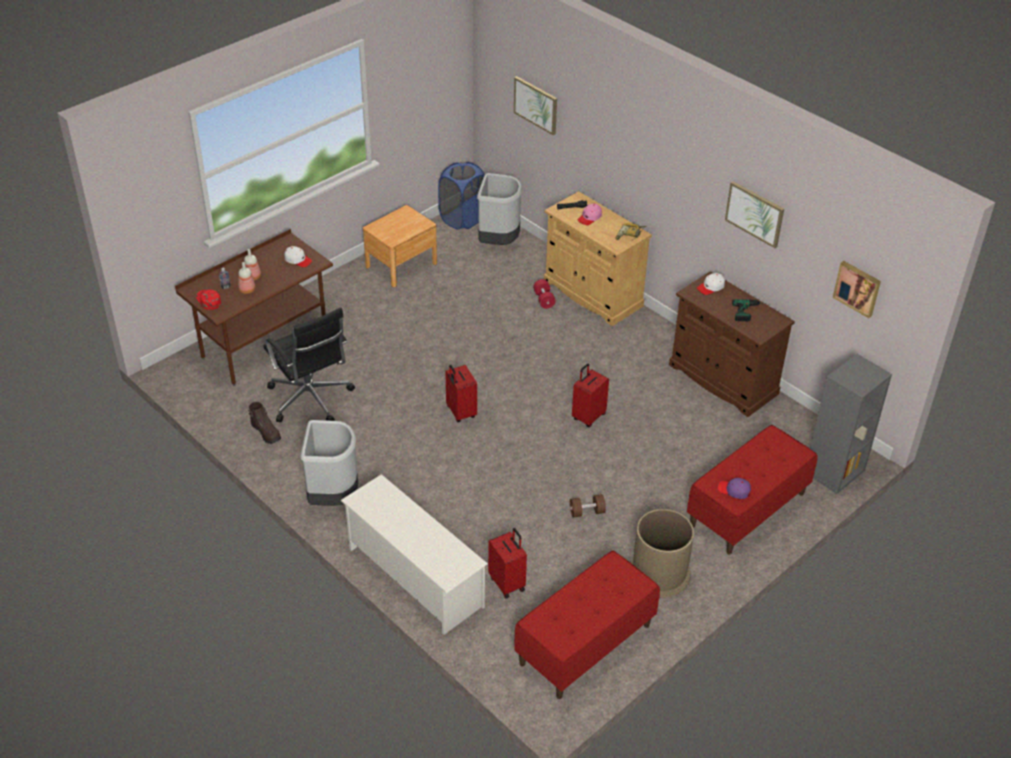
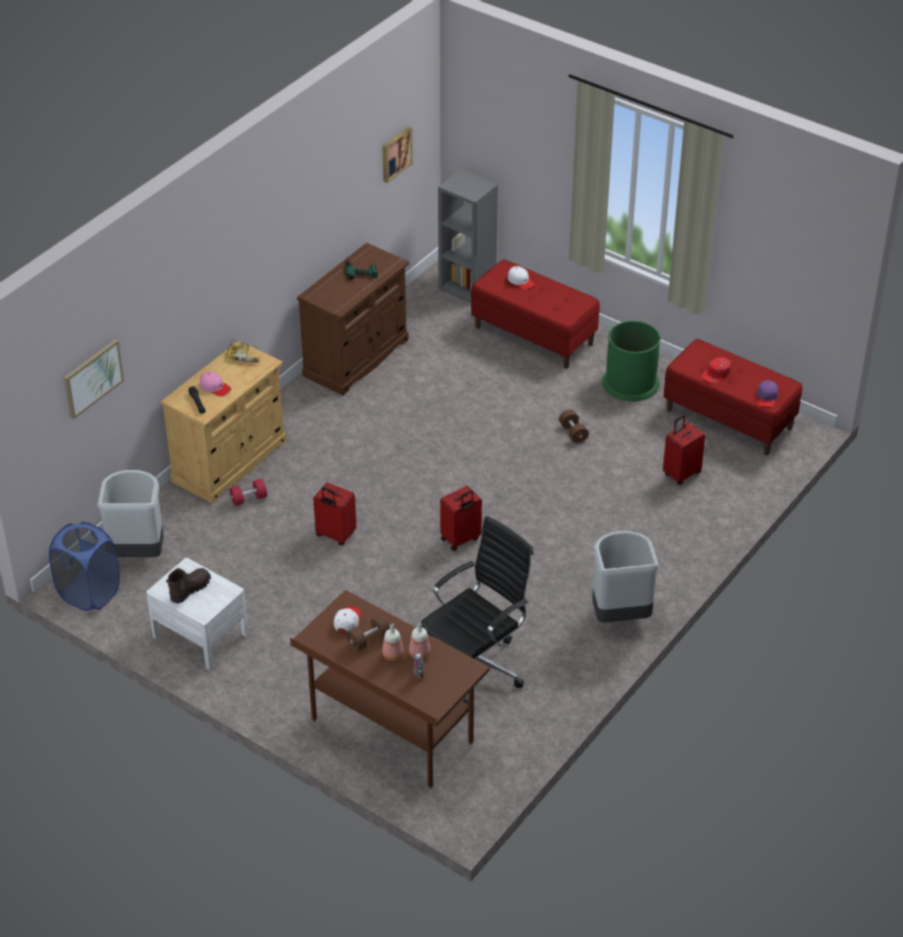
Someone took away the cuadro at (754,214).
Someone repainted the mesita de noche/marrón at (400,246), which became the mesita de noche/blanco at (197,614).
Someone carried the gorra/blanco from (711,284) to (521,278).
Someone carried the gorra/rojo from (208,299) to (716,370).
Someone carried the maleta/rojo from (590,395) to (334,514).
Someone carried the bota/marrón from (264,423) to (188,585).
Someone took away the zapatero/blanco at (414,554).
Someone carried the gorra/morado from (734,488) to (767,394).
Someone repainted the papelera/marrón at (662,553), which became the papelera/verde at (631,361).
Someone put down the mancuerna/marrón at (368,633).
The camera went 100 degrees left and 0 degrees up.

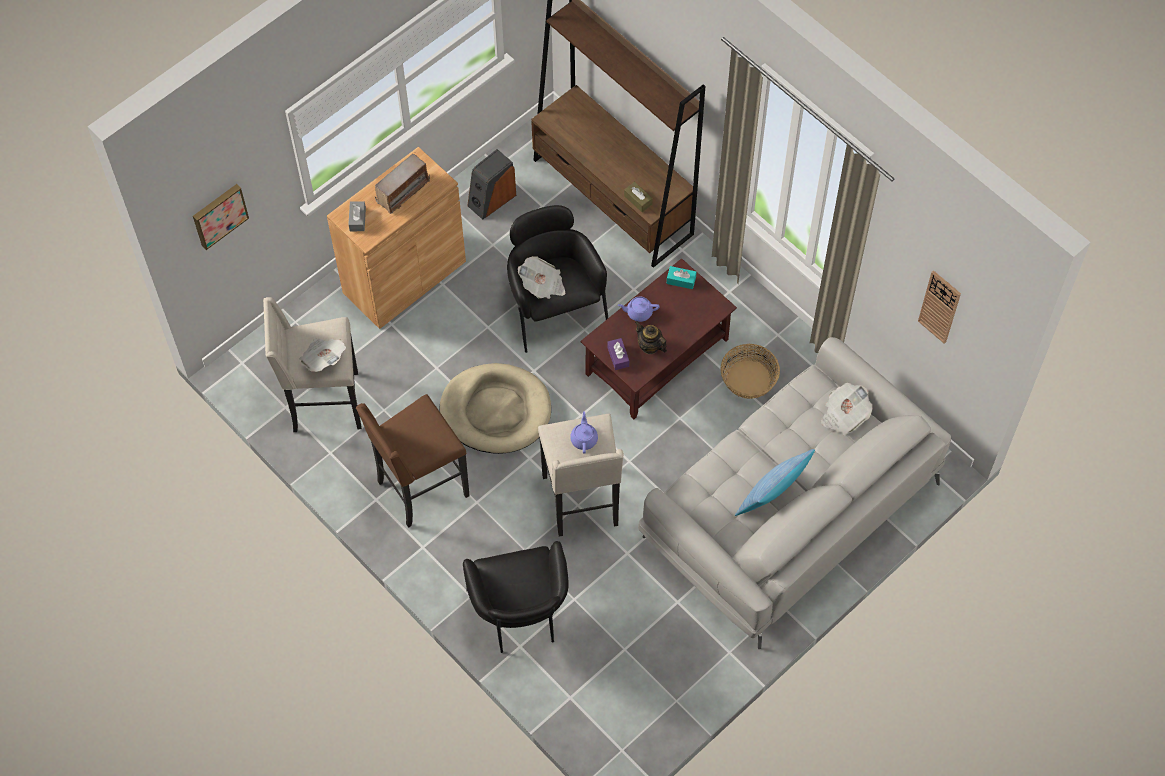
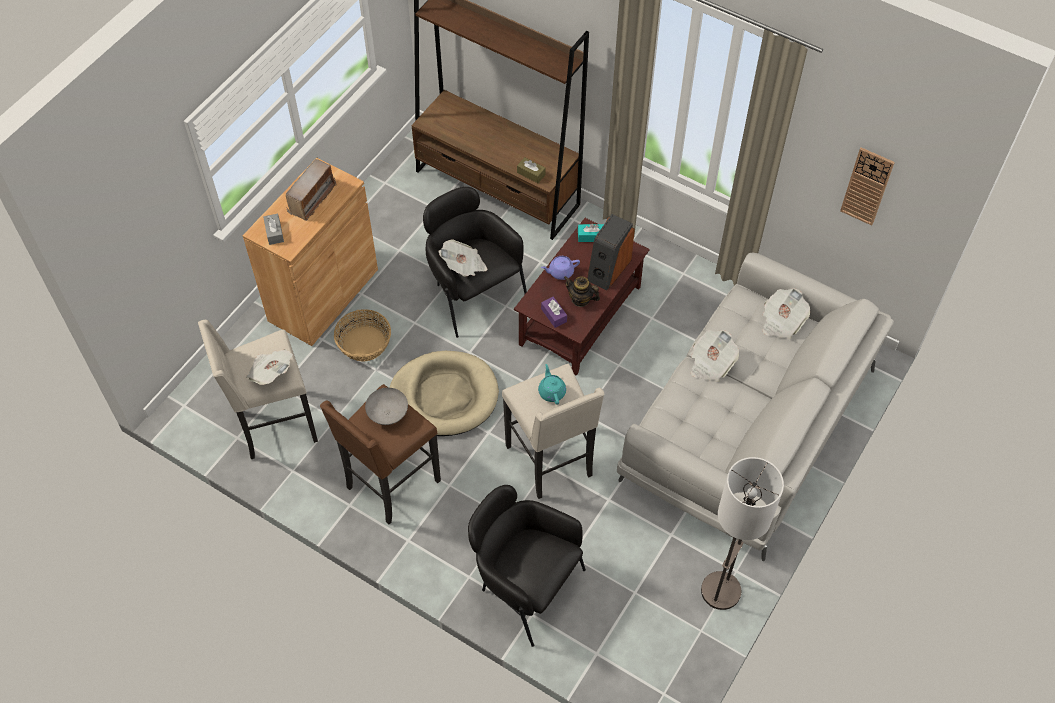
Someone carried the altavoz from (491,184) to (611,252).
Someone took away the cuadro at (221,217).
Someone carried the cesta from (750,371) to (362,335).
Someone repainted the tetera/morado at (584,432), which became the tetera/turquesa at (552,384).
Someone took away the cojín at (775,482).
Someone rotated the sillón/negro at (515,597) by 150 degrees clockwise.
Someone put down the periódico at (715,356).
Someone put down the cuenco/gris at (386,406).
Someone put down the lámpara de pie at (742,533).
The camera went 15 degrees left and 5 degrees down.

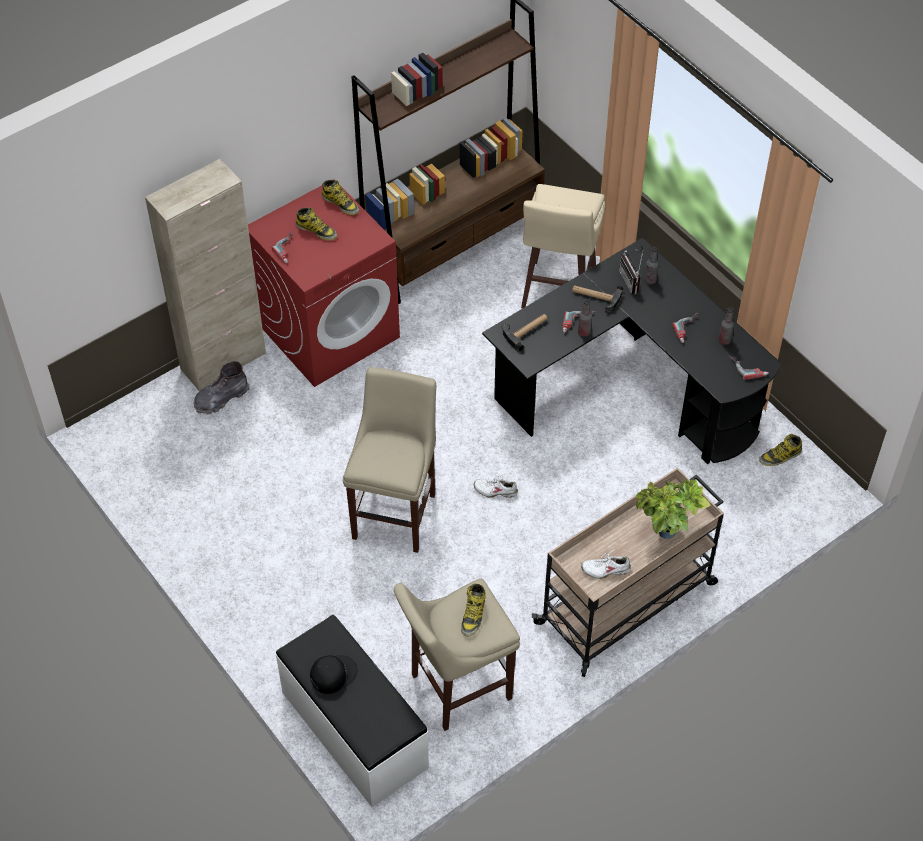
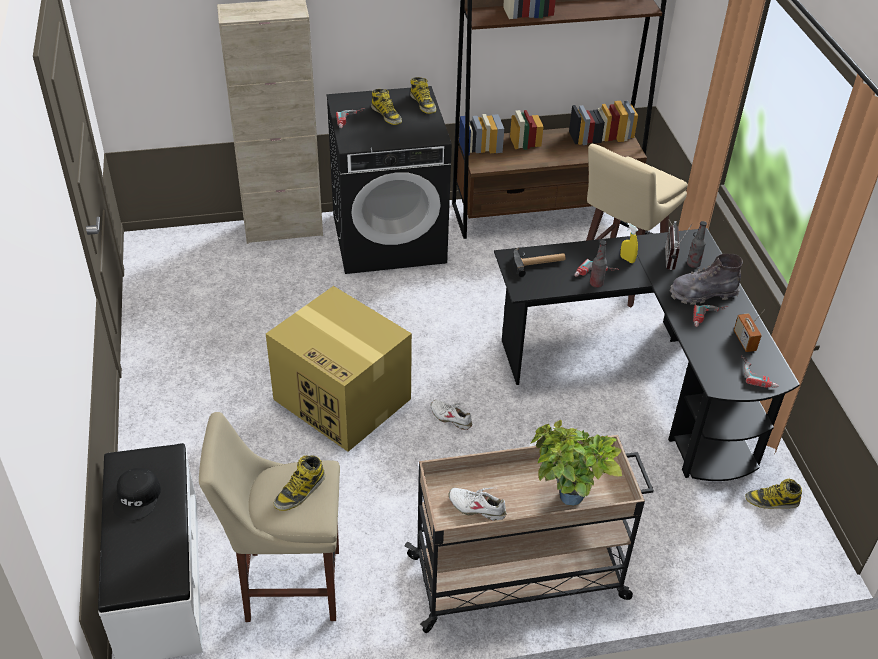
Someone repainted the lavadora/rojo at (324,283), which became the lavadora/negro at (389,180).
Someone swapped the martillo at (597,299) for the pulverizador/amarillo at (629,243).
Someone swapped the botella at (726,326) for the radio at (749,330).
Someone carried the bota/gris from (222,388) to (706,279).
Someone swapped the taburete/beis at (389,460) for the caja de cartón at (339,369).
Someone rotated the gorra/negro at (333,674) by 105 degrees clockwise.
The camera went 25 degrees right and 10 degrees down.

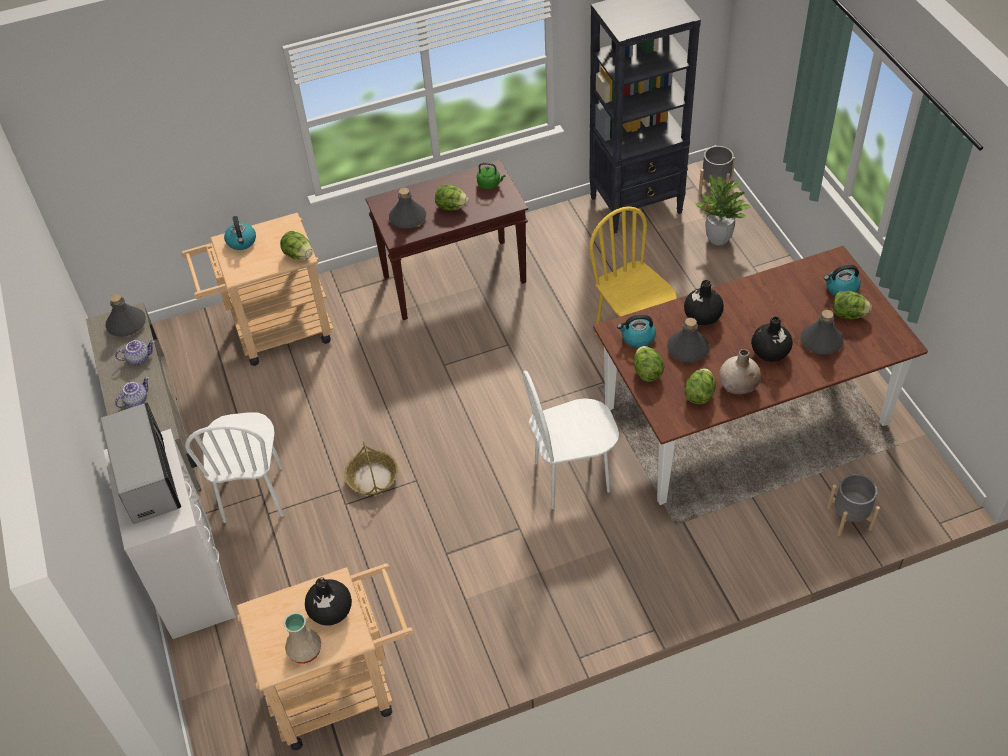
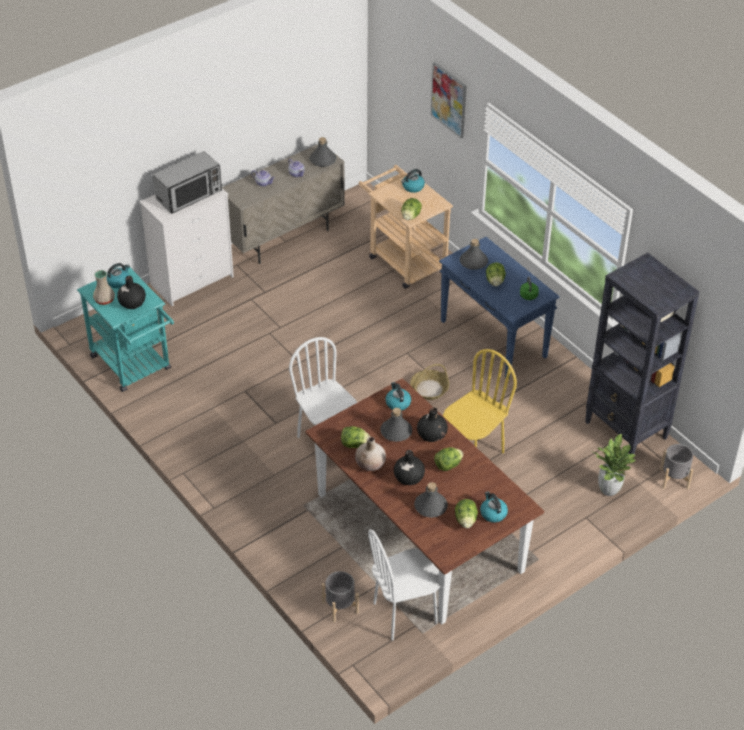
Someone repainted the mesa consola/marrón at (446,240), which became the mesa consola/azul at (499,308).
Someone carried the lechuga from (649,364) to (448,459).
Someone carried the silla/blanco from (234,467) to (405,585).
Someone carried the cesta from (371,468) to (429,382).
Someone repainted the carrito/beis at (324,657), which became the carrito/turquesa at (125,330).
Someone put up the cuadro at (449,100).
Someone put down the hervidor at (118,275).
The camera went 70 degrees right and 5 degrees down.

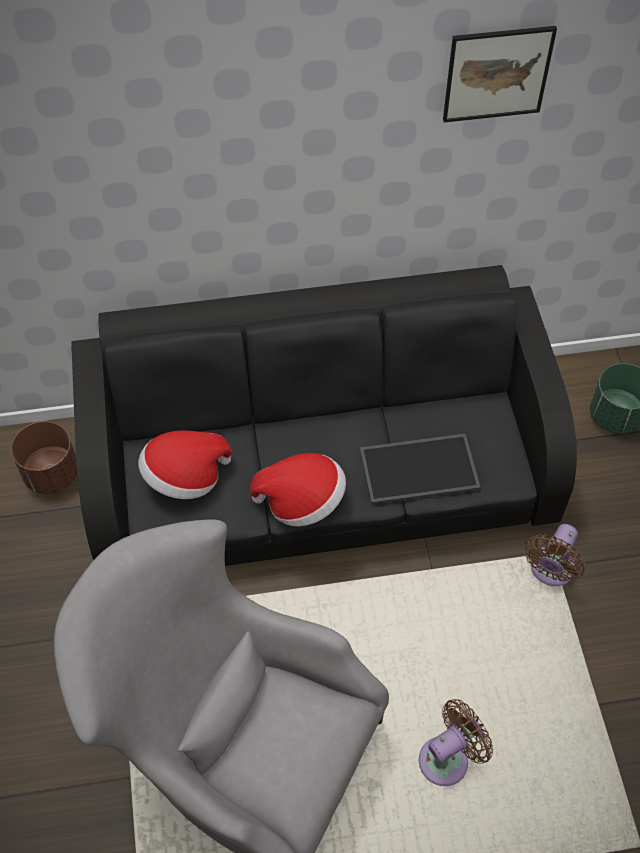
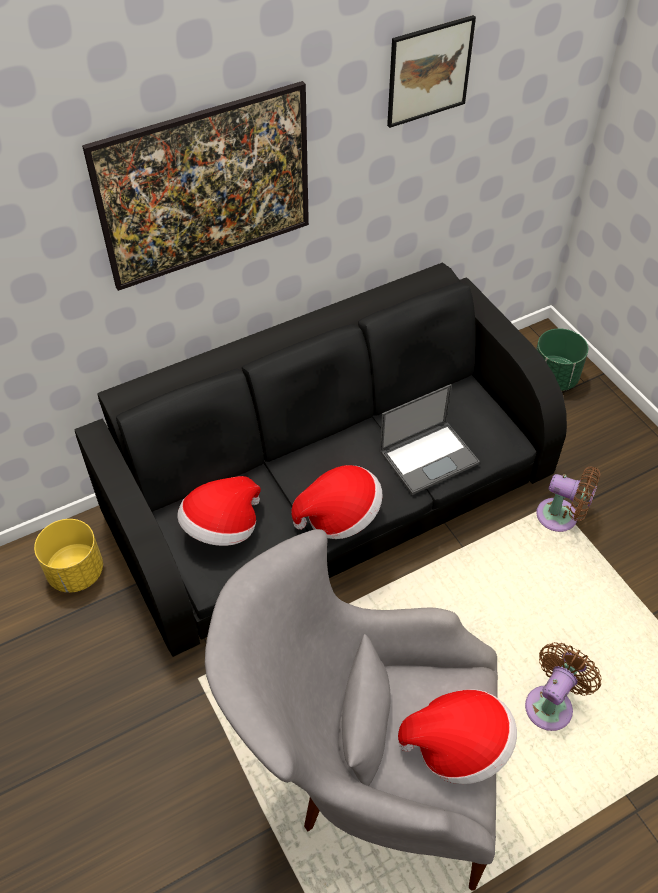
Someone repainted the maceta/marrón at (44,457), which became the maceta/amarillo at (68,556).
Someone swapped the bandeja at (420,468) for the portátil at (429,439).
Someone rotated the ventilador/marrón at (554,555) by 75 degrees counterclockwise.
Someone put up the cuadro at (195,186).
Someone put down the sombrero at (457,736).
The camera went 20 degrees left and 5 degrees down.

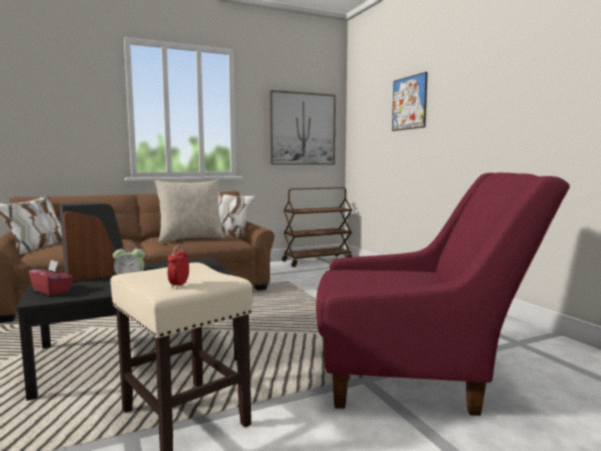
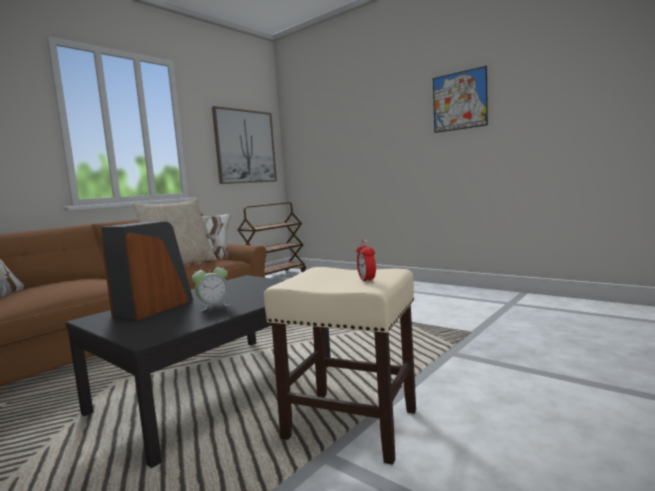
Someone carried the cuadro from (410,101) to (460,99).
Someone took away the sillón/rojo at (443,294).
Someone took away the caja de pañuelos/rojo at (51,278).
The camera went 25 degrees left and 0 degrees up.

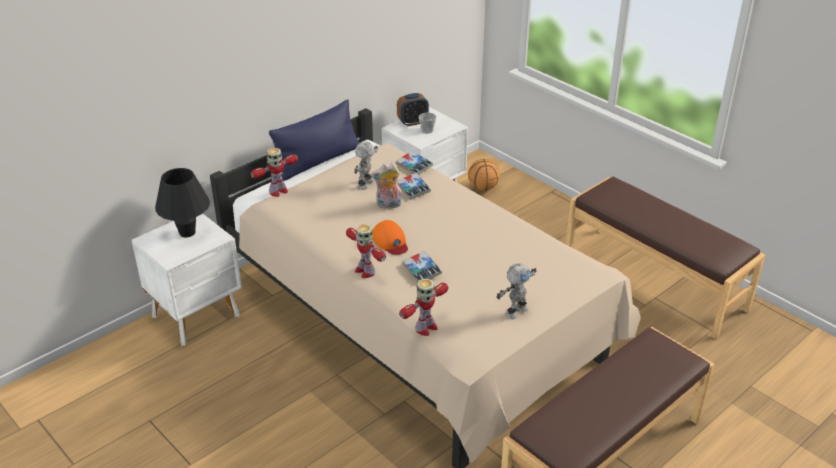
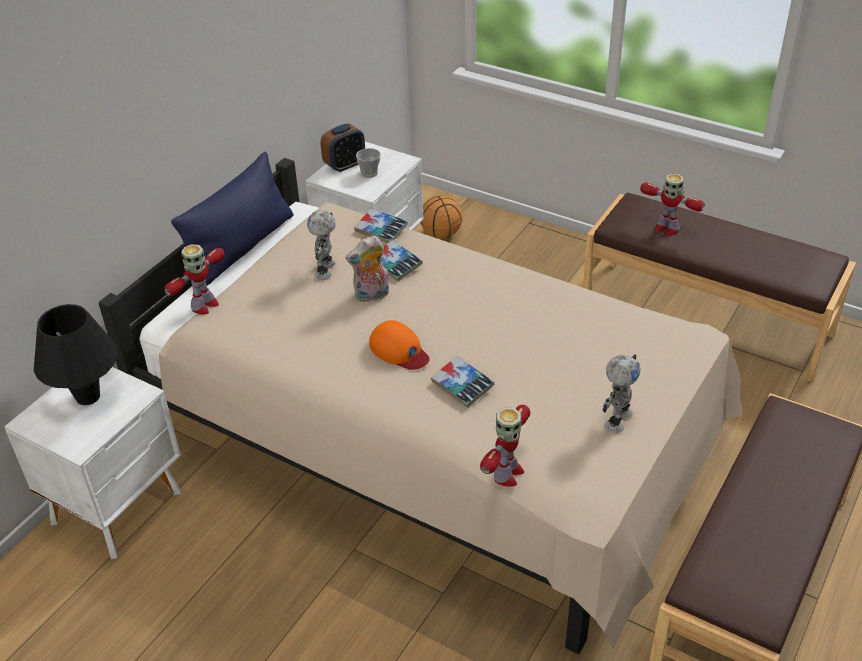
Someone carried the robot de juguete from (366,251) to (672,205).
The camera went 15 degrees left and 5 degrees up.

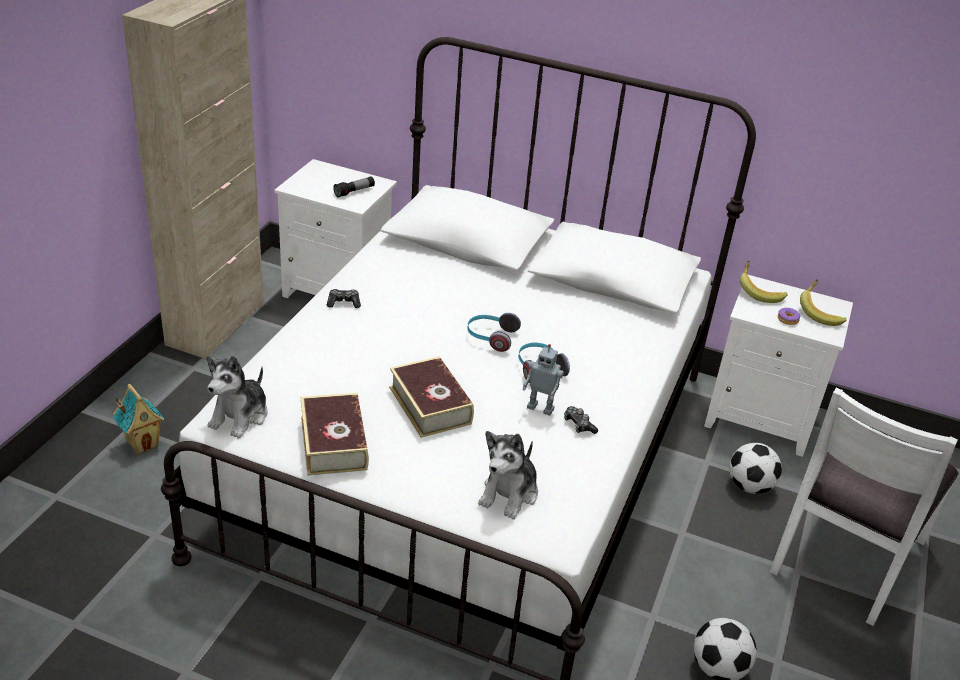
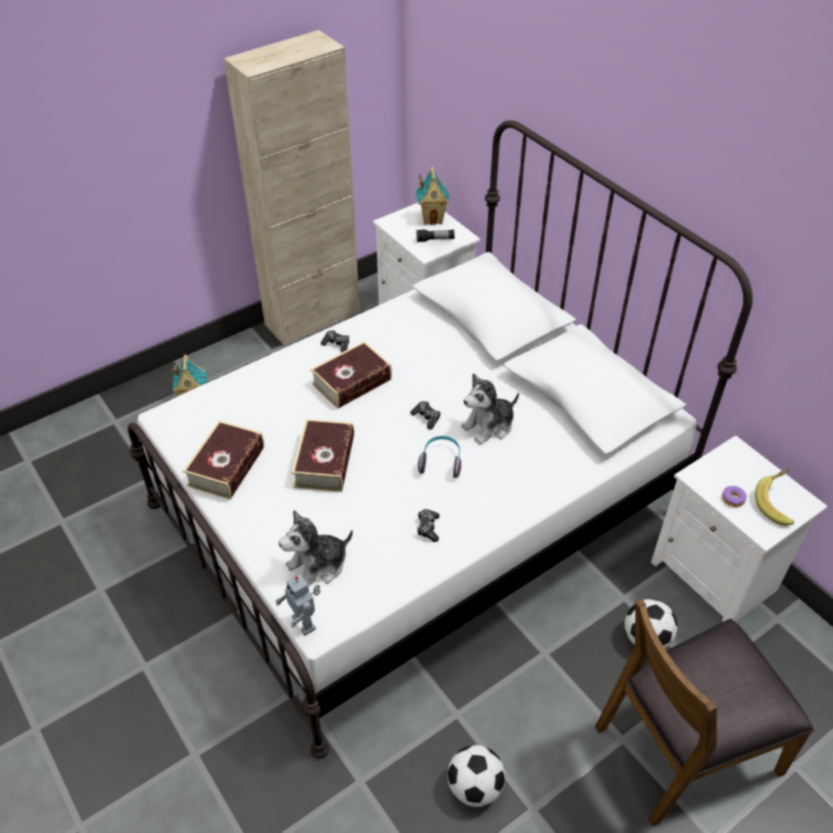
Someone took away the plátano at (764,281).
Someone swapped the auriculares at (494,332) for the mando de consola at (425,415).
Someone carried the robot de juguete from (543,380) to (298,605).
Someone carried the peluche from (237,396) to (490,409).
Someone repainted the silla/blanco at (864,507), which became the silla/marrón at (704,712).
Someone put down the casita at (433,196).
Someone put down the libro at (351,375).
The camera went 35 degrees right and 10 degrees up.

